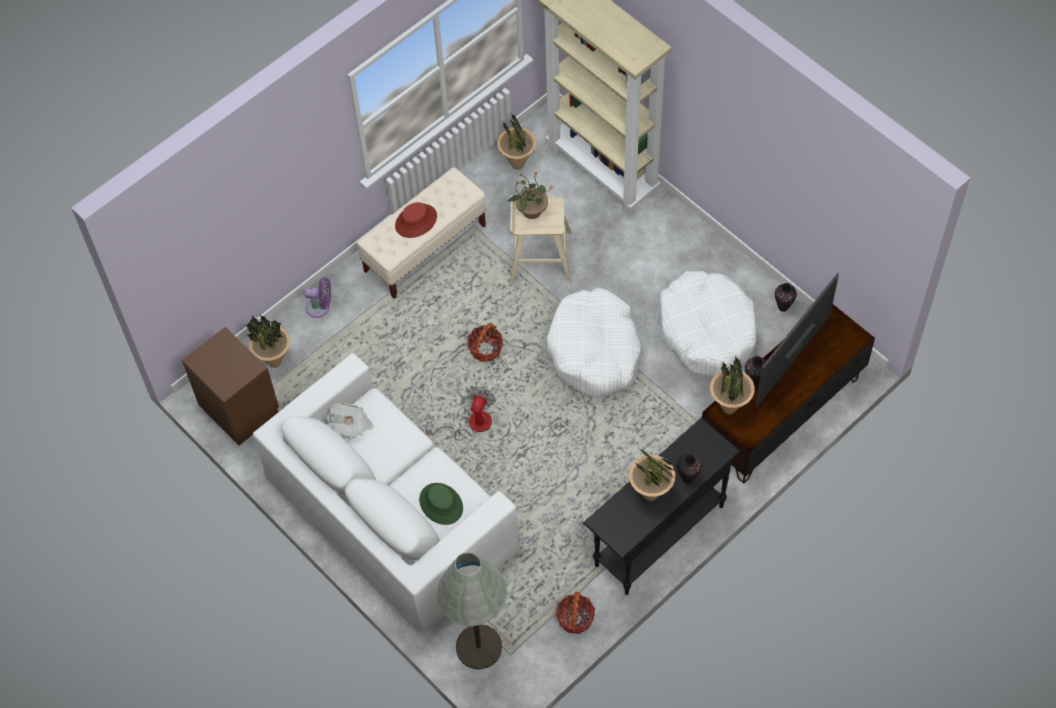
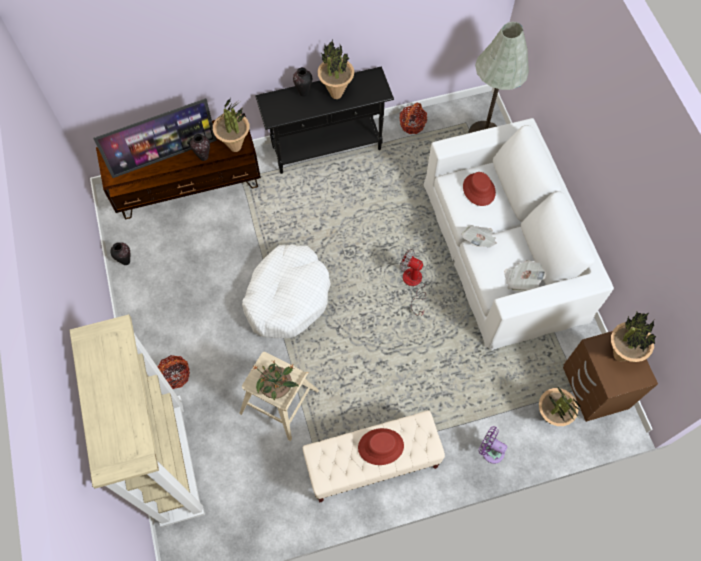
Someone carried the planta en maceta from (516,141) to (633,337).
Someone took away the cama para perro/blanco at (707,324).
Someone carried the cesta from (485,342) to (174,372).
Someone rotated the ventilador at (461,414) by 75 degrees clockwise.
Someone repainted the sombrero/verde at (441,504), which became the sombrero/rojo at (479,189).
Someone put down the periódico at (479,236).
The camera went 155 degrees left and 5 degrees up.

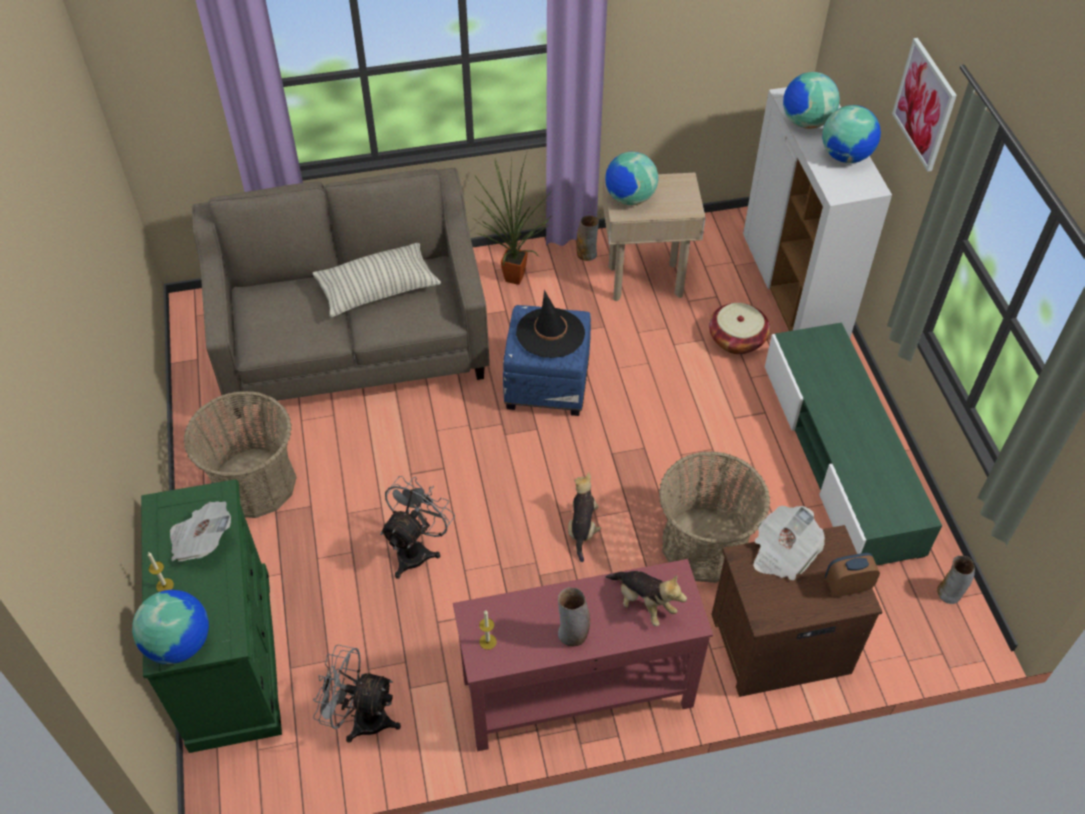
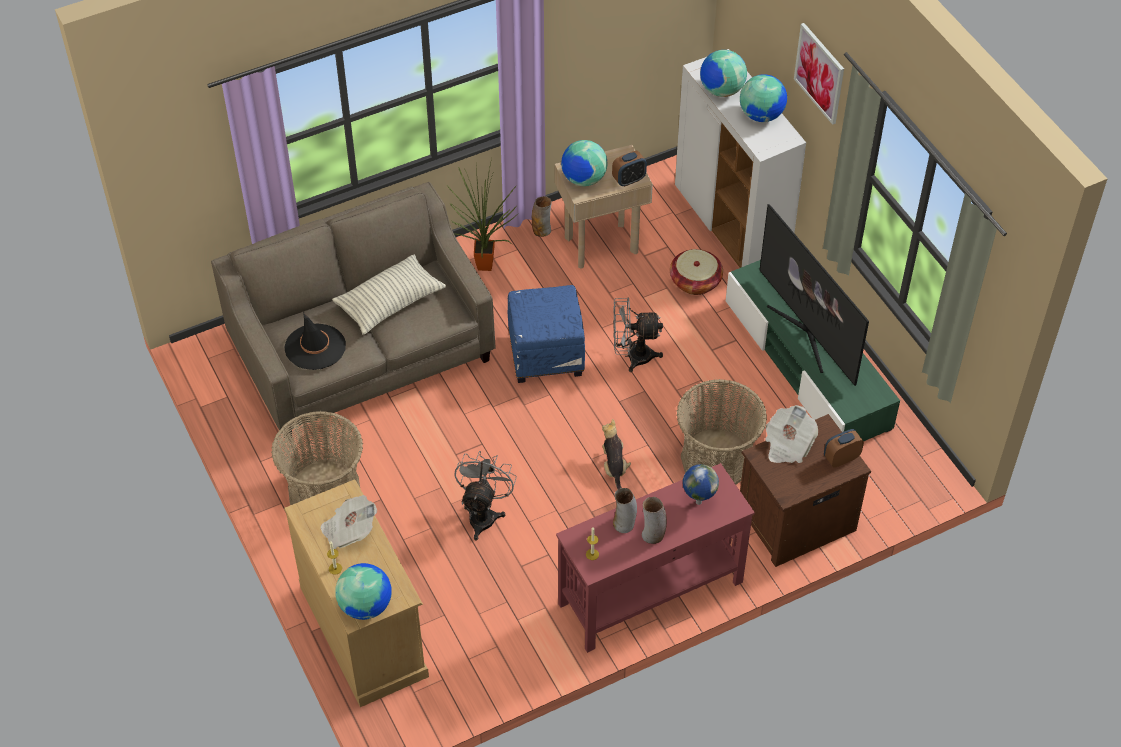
Someone carried the sombrero/negro from (550,324) to (315,341).
Someone repainted the cómoda/verde at (211,616), which became the cómoda/beis at (356,593).
Someone carried the florero from (956,580) to (625,510).
Someone swapped the peluche at (646,598) for the globo terráqueo at (701,484).
Someone carried the ventilador/gris from (357,694) to (638,334).
Someone put down the despertador at (629,169).
Someone put down the televisor at (814,295).
The camera went 15 degrees left and 0 degrees up.

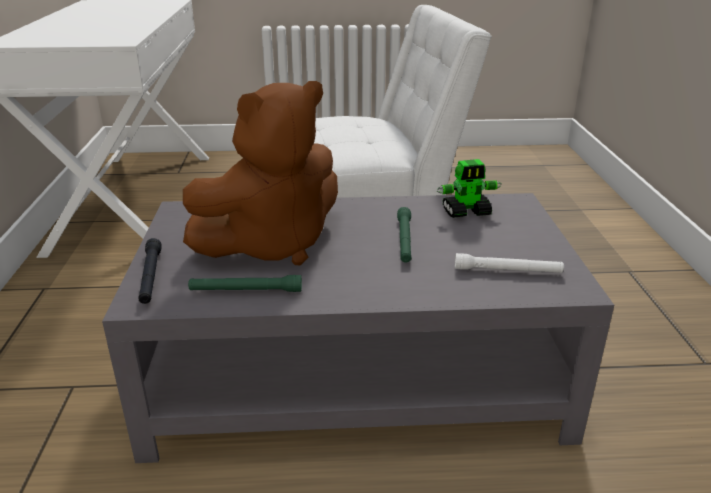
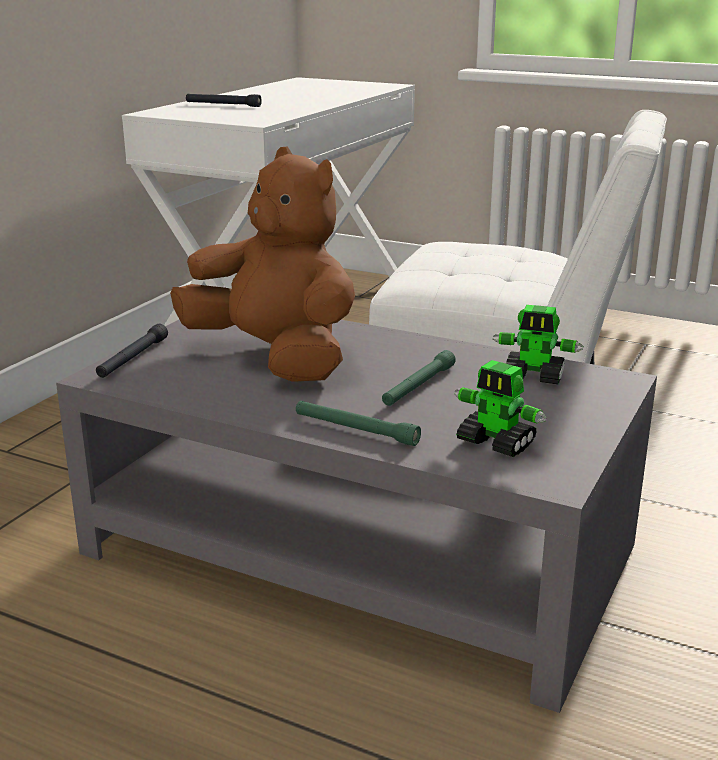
Someone rotated the peluche/marrón at (260,173) by 135 degrees counterclockwise.
Someone swapped the linterna/blanco at (509,263) for the robot de juguete at (501,408).
Someone carried the linterna/verde from (245,283) to (358,423).
Someone put down the linterna/negro at (224,100).
The camera went 30 degrees right and 5 degrees down.

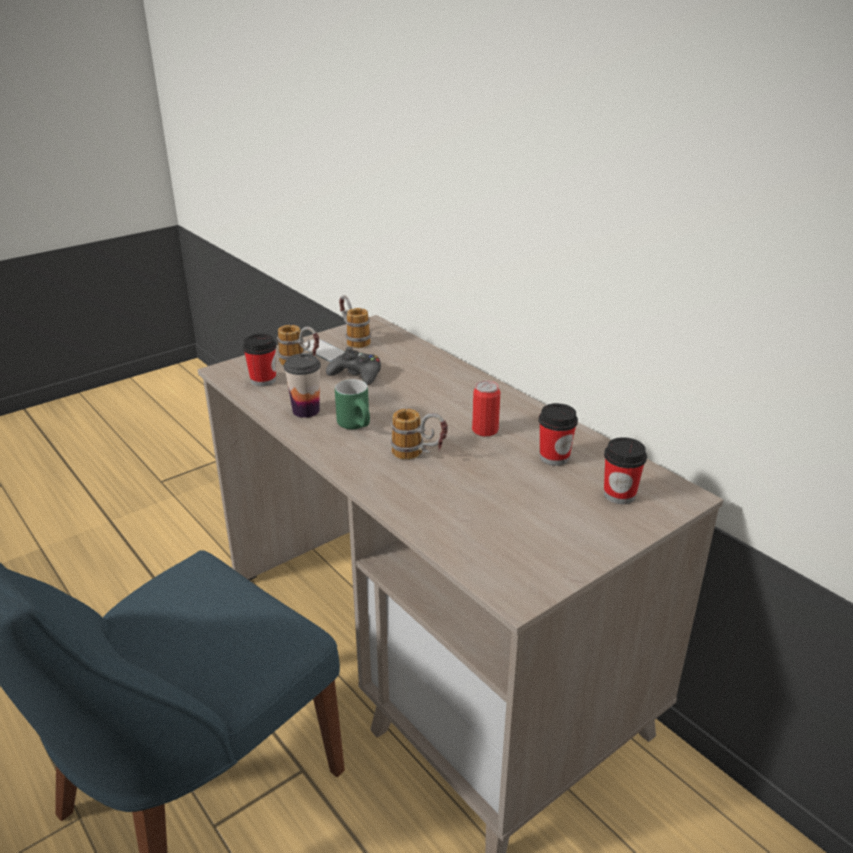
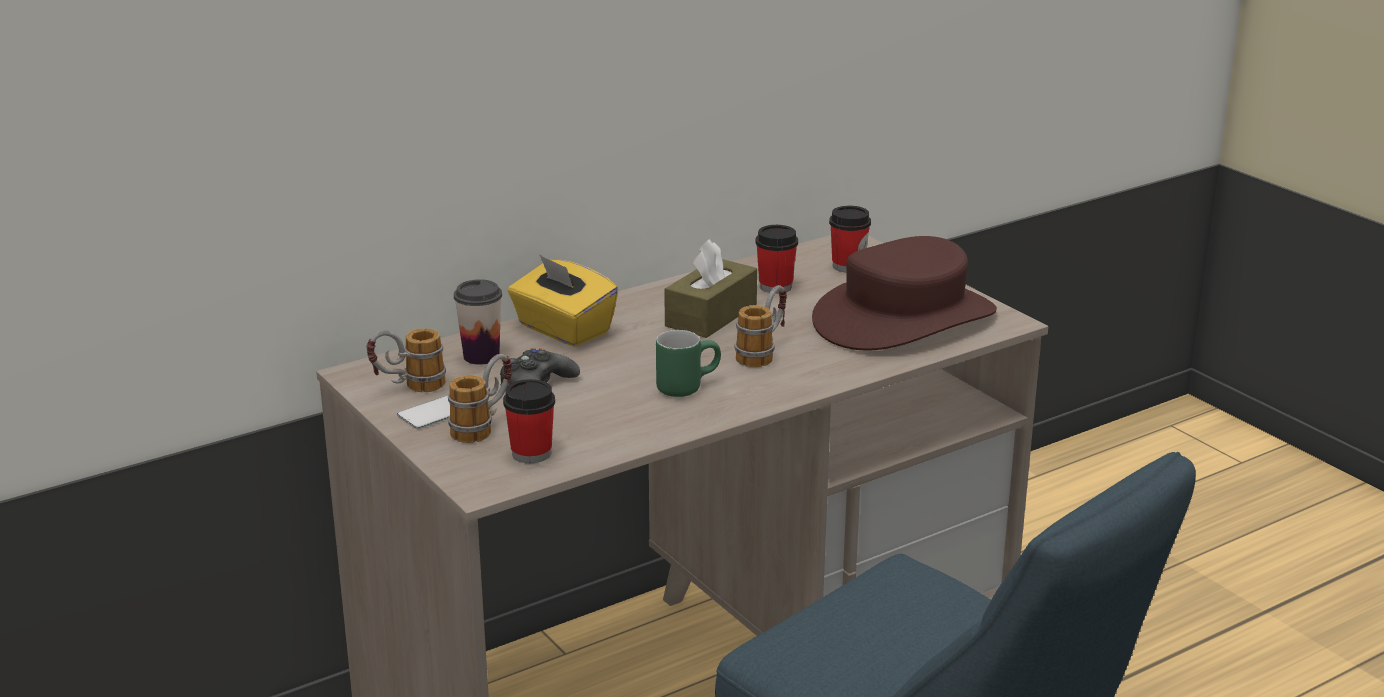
Someone carried the taza from (302,386) to (478,322).
Someone swapped the lata at (486,408) for the caja de pañuelos/marrón at (710,288).
Someone put down the sombrero/marrón at (904,293).
Someone put down the caja de pañuelos/amarillo at (563,300).
The camera went 85 degrees left and 5 degrees down.

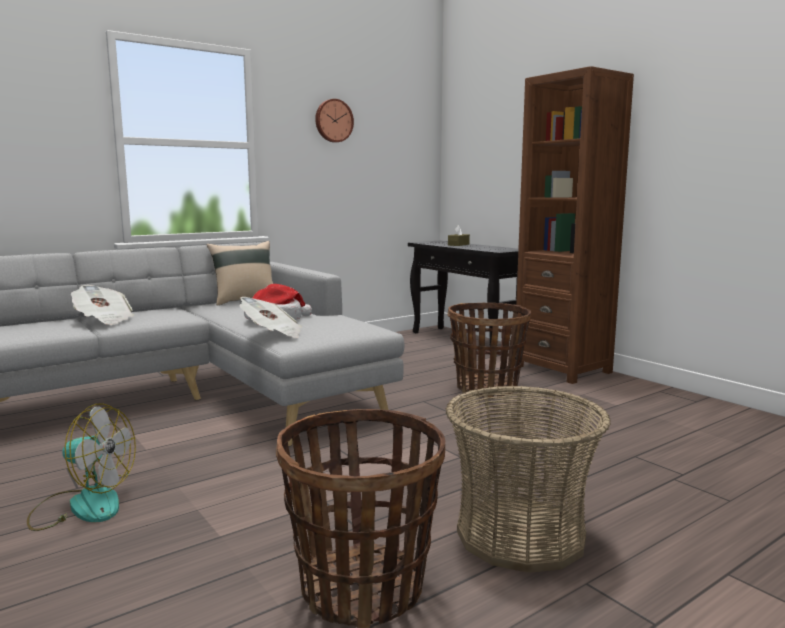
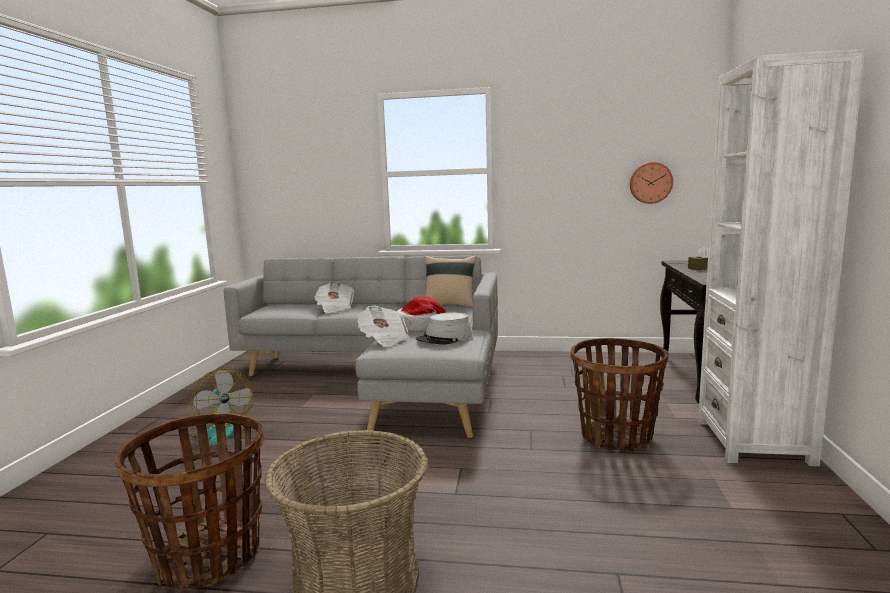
Someone repainted the estantería/marrón at (574,225), which became the estantería/blanco at (781,257).
Someone carried the reloj de pared from (334,121) to (651,183).
Someone put down the sombrero/gris at (444,329).
The camera went 45 degrees right and 0 degrees up.

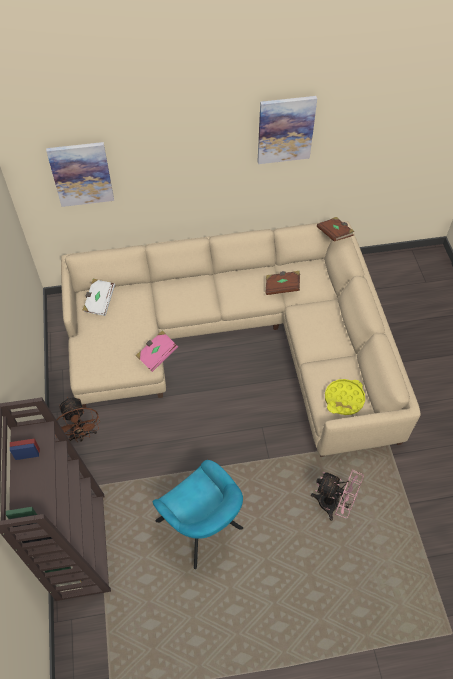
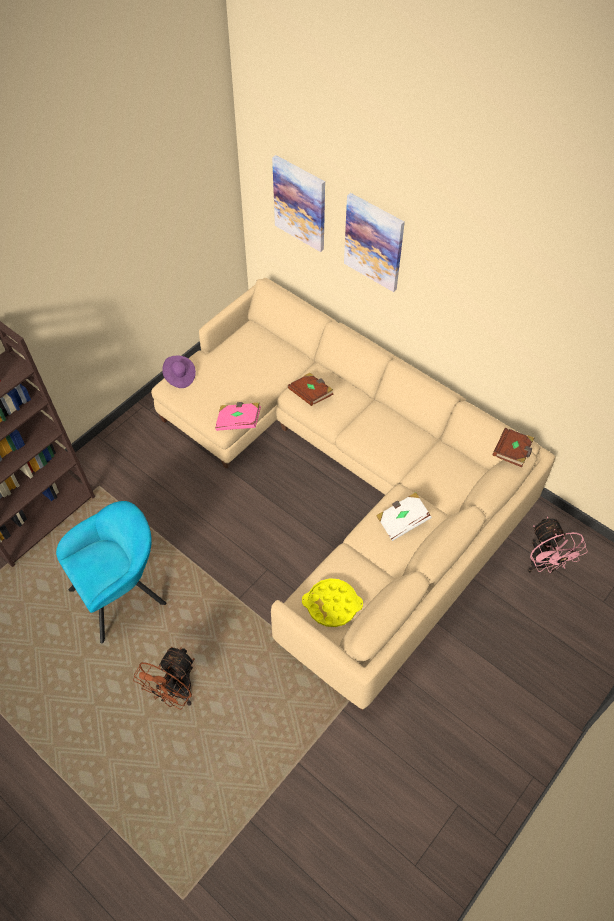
Someone carried the cuadro from (287,130) to (374,242).
Someone carried the libro/marrón from (283,283) to (310,389).
Someone carried the libro/blanco from (99,297) to (404,516).
Someone carried the ventilador/marrón from (77,419) to (163,678).
Someone rotated the sillón/turquesa at (198,514) by 135 degrees counterclockwise.
Someone carried the ventilador/rosa from (337,495) to (557,545).
Someone put down the sombrero/morado at (179,372).
The camera went 50 degrees right and 0 degrees up.

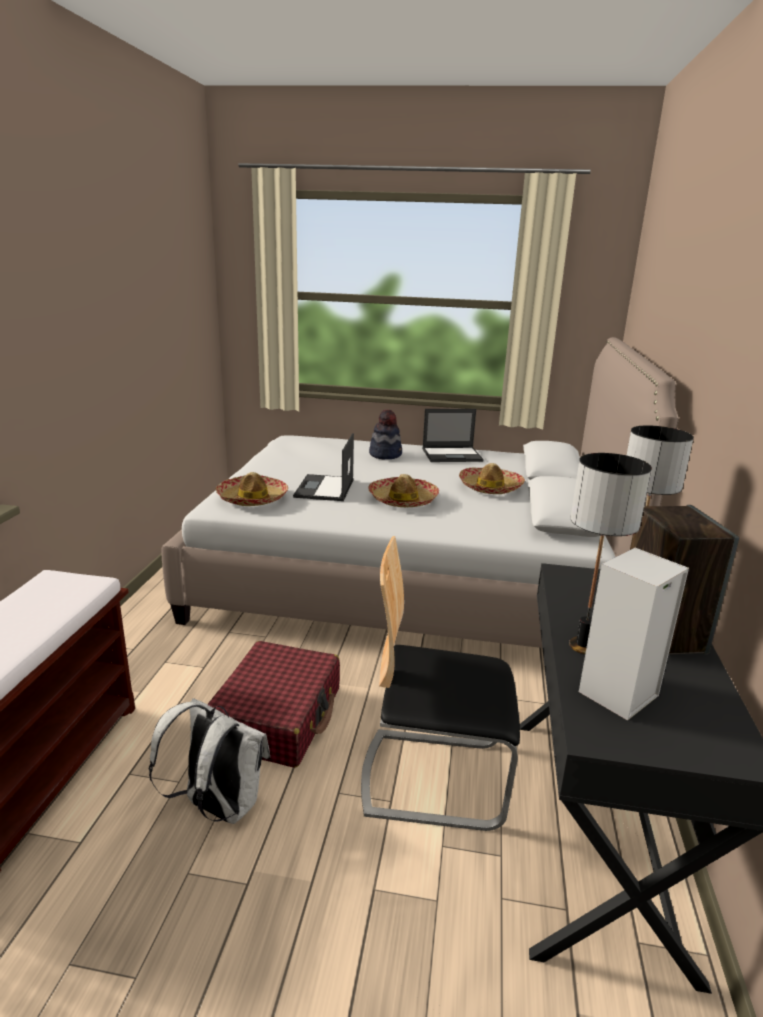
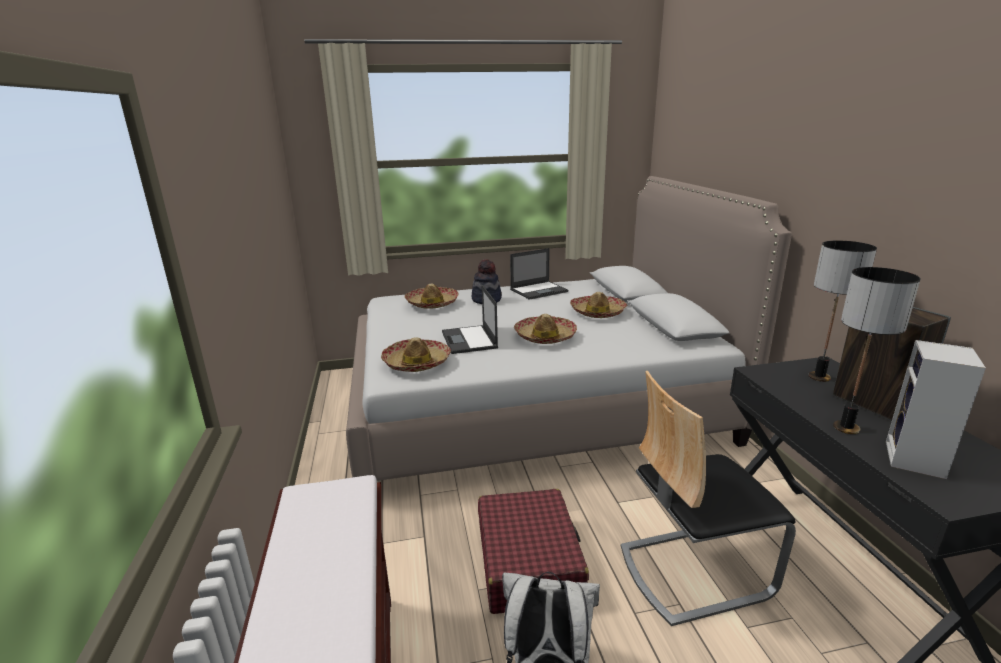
Someone put down the sombrero at (431,296).
The camera went 20 degrees left and 0 degrees up.

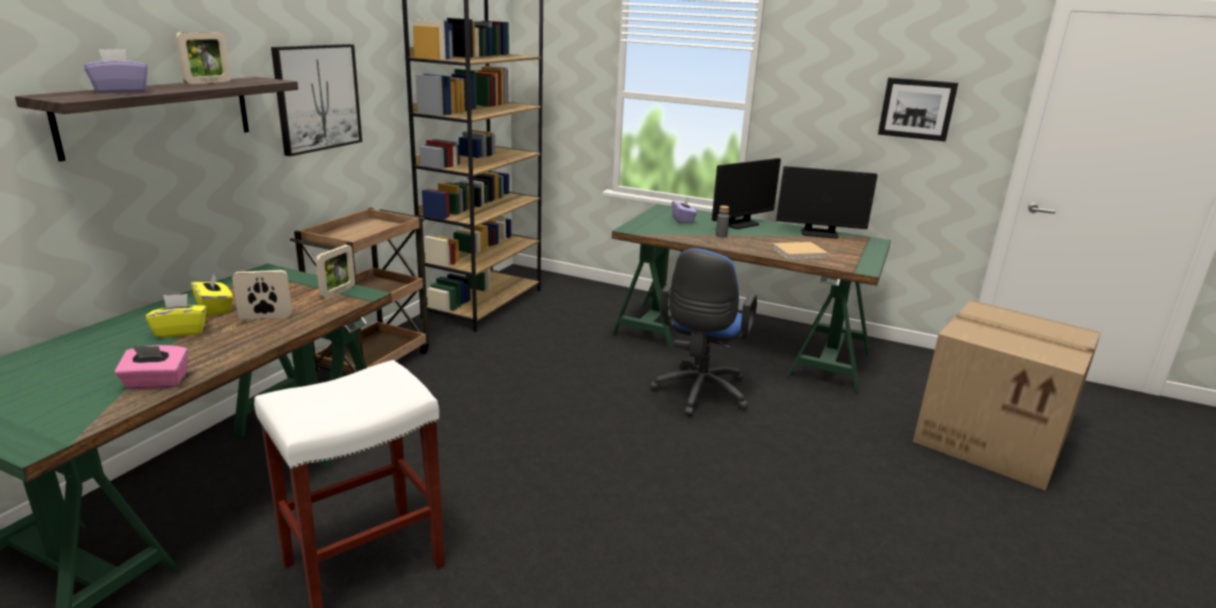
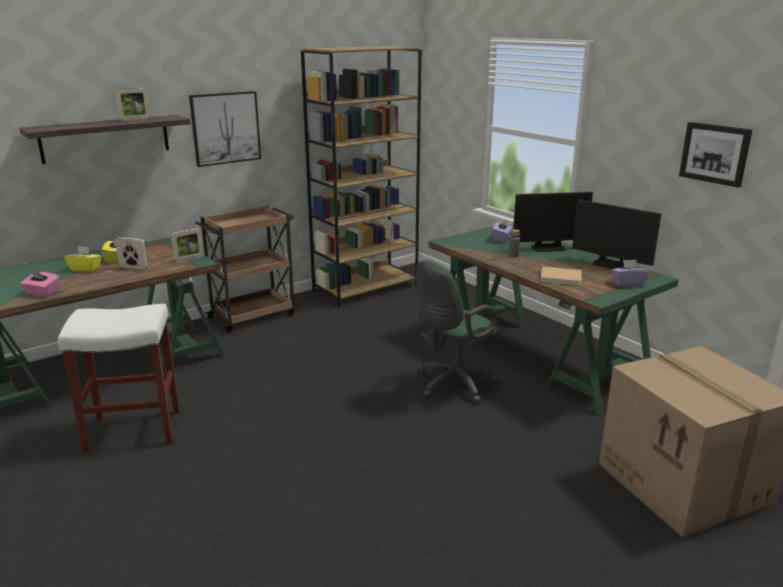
Someone carried the caja de pañuelos/morado from (116,71) to (630,273).
Someone repainted the silla de oficina/azul at (703,332), which became the silla de oficina/verde at (459,332).
The camera went 30 degrees right and 0 degrees up.

